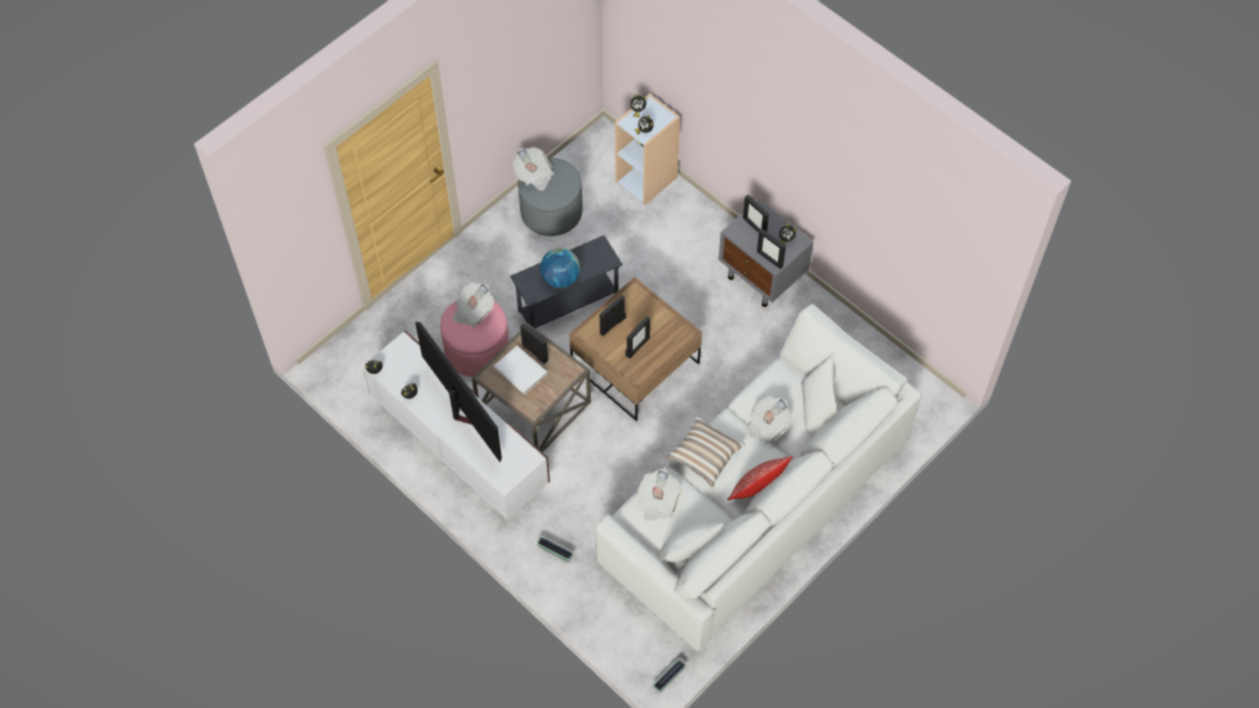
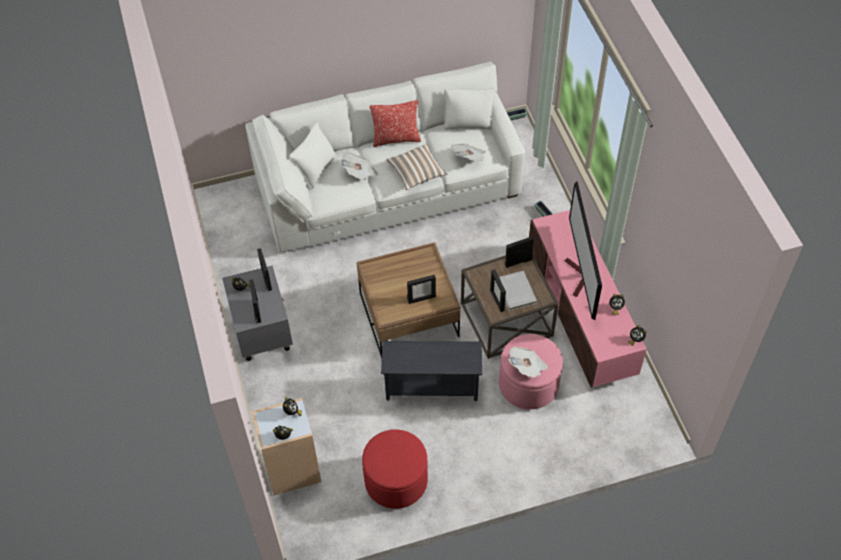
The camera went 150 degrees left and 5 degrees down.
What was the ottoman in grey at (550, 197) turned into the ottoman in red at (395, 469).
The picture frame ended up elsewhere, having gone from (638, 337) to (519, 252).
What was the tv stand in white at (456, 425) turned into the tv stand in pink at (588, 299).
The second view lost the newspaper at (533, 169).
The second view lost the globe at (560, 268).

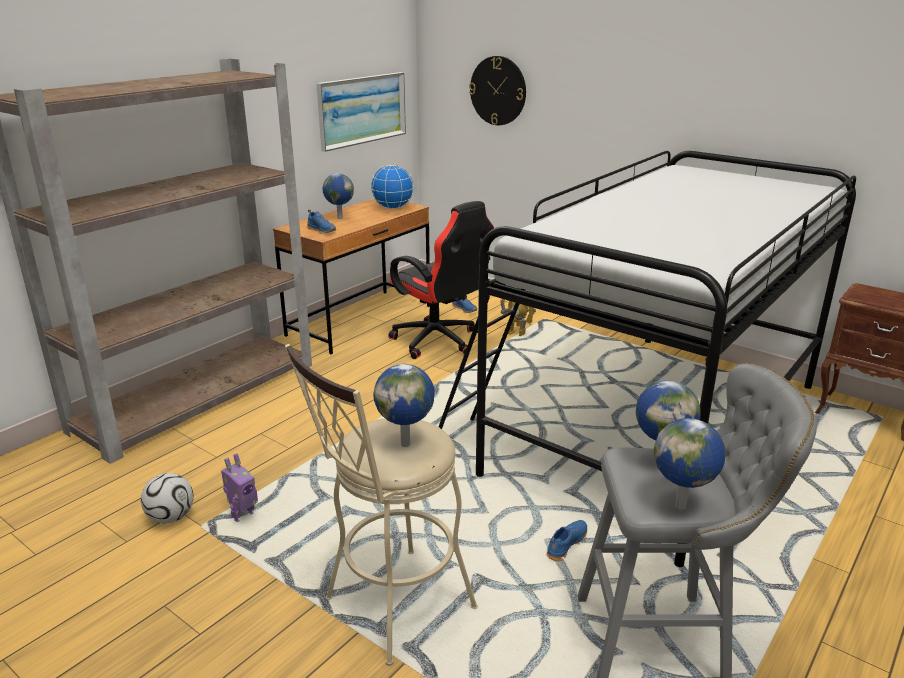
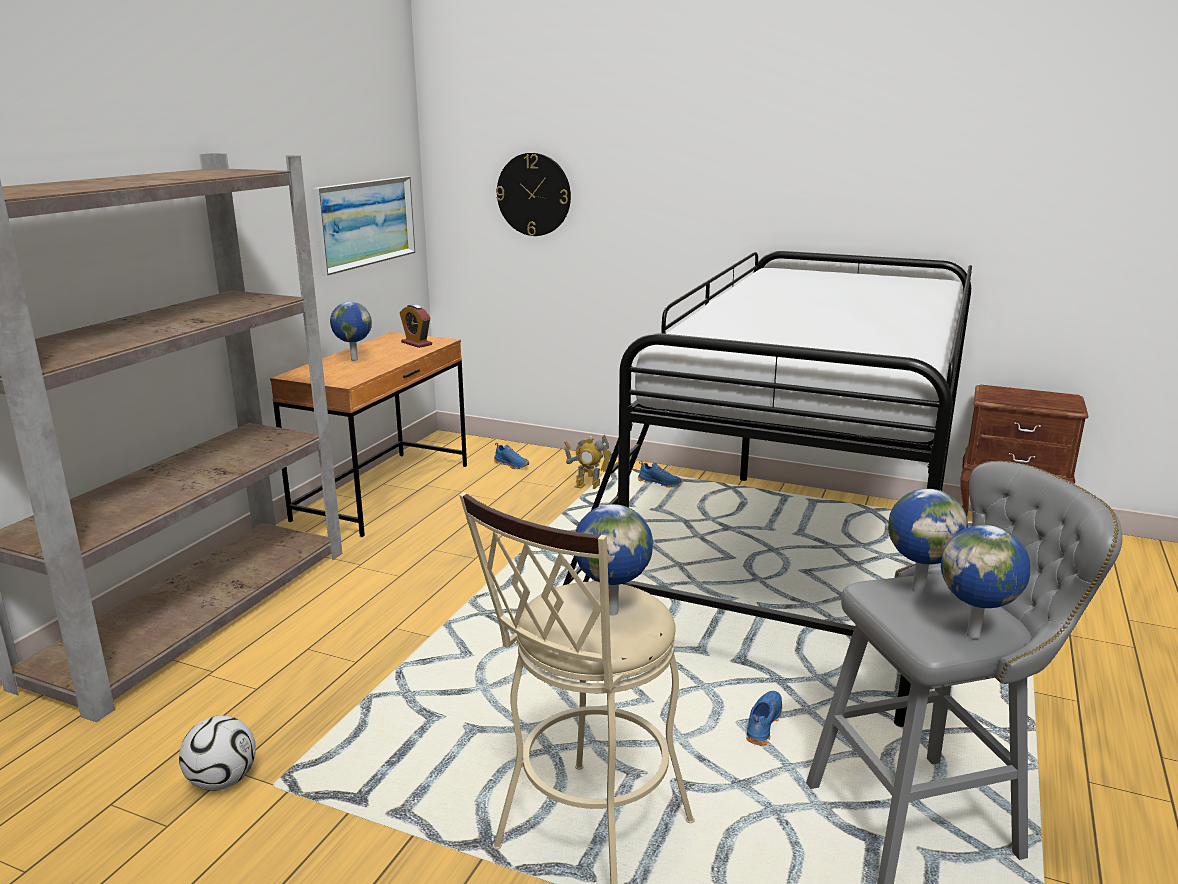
The camera went 15 degrees left and 5 degrees down.
Where the globe stood at (392, 187), the alarm clock came to stand at (416, 326).
The shoe in blue ended up elsewhere, having gone from (321, 222) to (659, 474).
The second view lost the toy robot at (239, 487).
The second view lost the office chair in black at (441, 280).

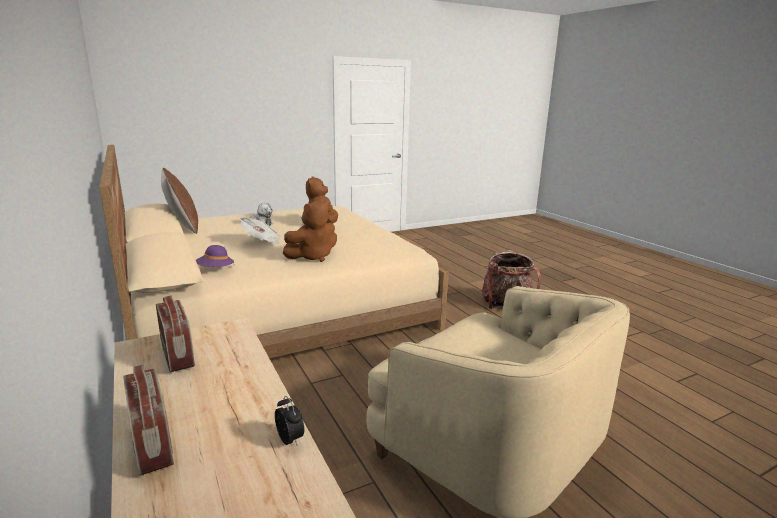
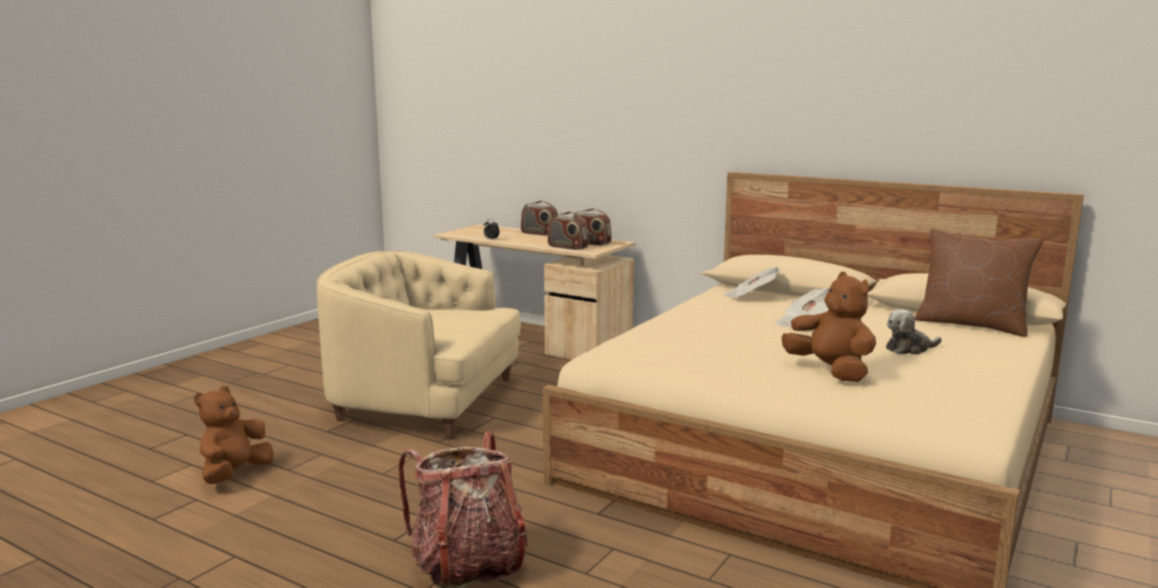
The camera went 150 degrees right and 5 degrees down.
The plush toy in brown ended up elsewhere, having gone from (310, 231) to (234, 435).
The second view gained the radio at (568, 231).
Where the hat in purple stood at (215, 256), the newspaper came to stand at (752, 283).

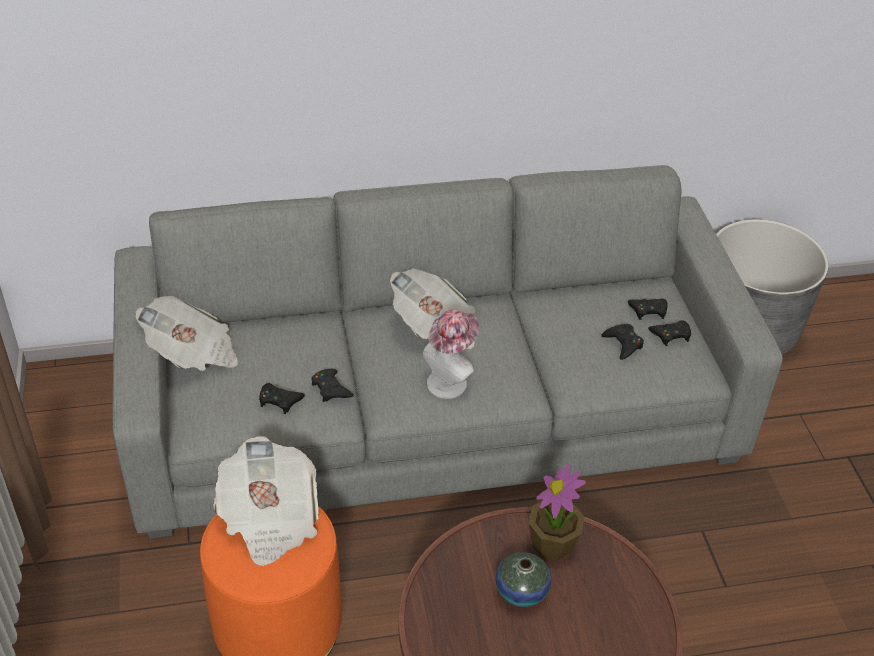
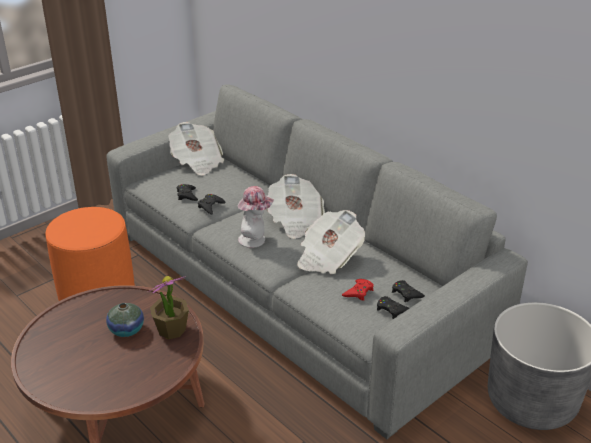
The camera went 60 degrees right and 10 degrees down.
The newspaper ended up elsewhere, having gone from (266, 501) to (331, 242).
What was the game controller in black at (623, 342) turned into the game controller in red at (358, 290).

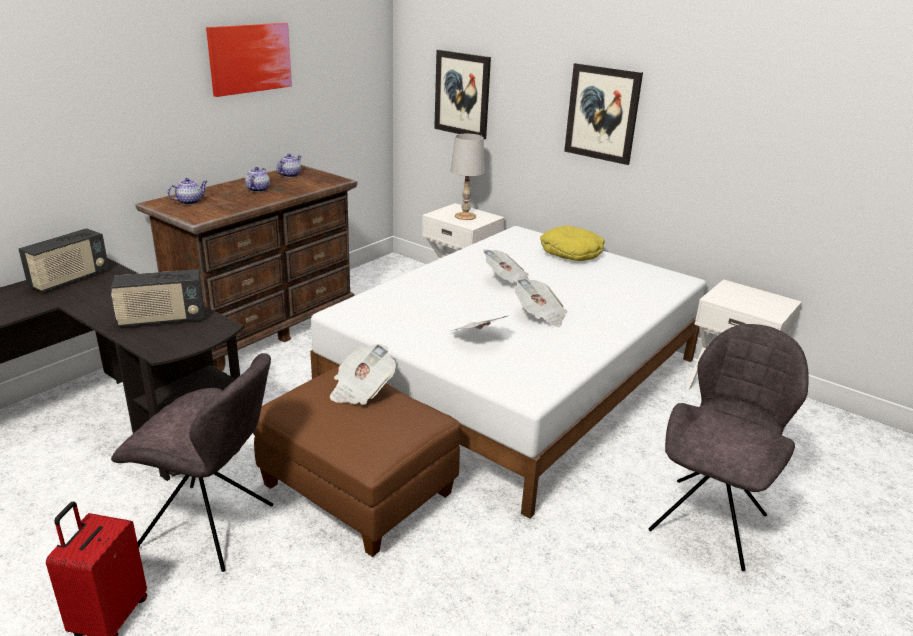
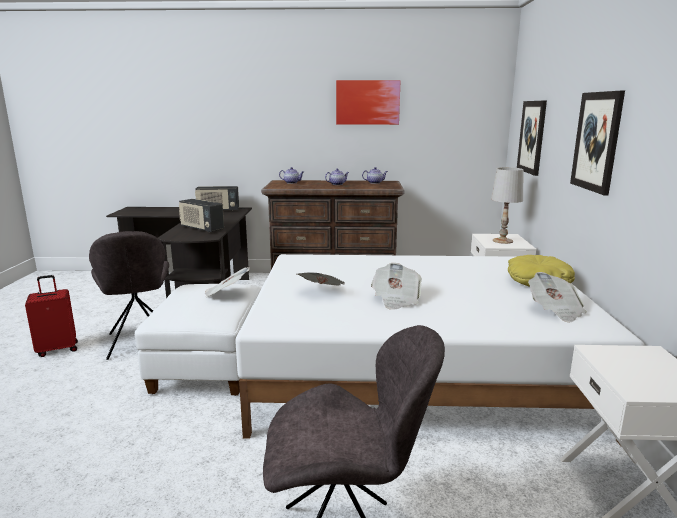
The camera went 55 degrees right and 10 degrees down.
What was the ottoman in brown at (357, 462) turned into the ottoman in white at (198, 340).
The newspaper ended up elsewhere, having gone from (506, 266) to (557, 297).

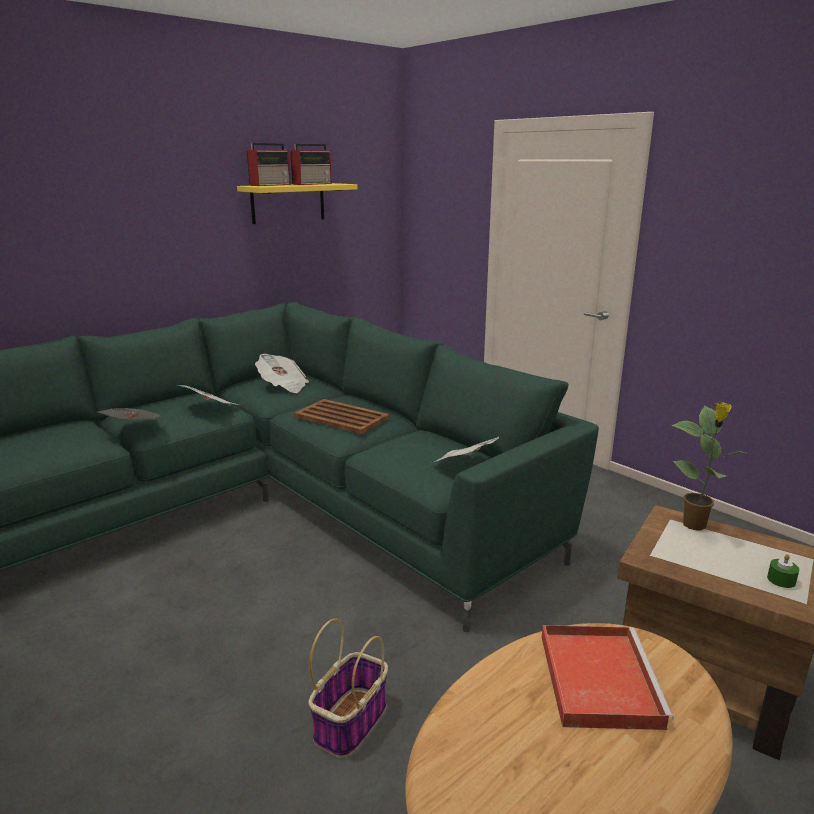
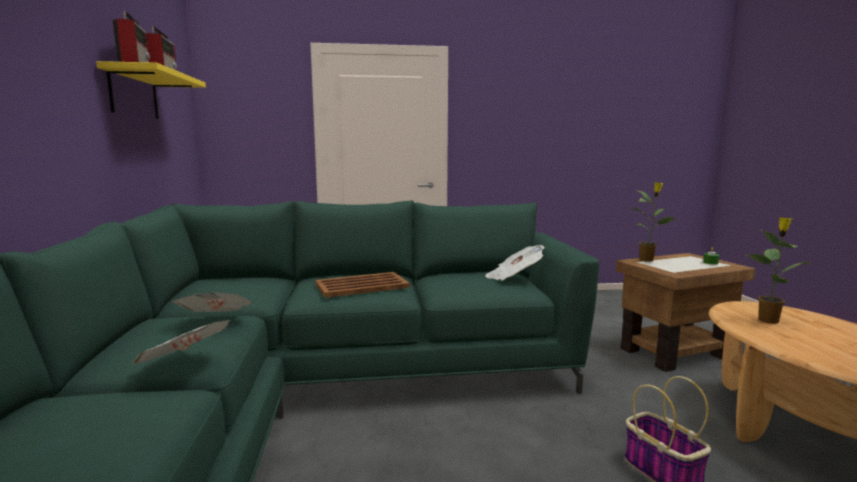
The camera went 55 degrees left and 10 degrees down.
Where the tray in red stood at (608, 677), the potted plant came to stand at (777, 270).
The second view lost the newspaper at (282, 373).

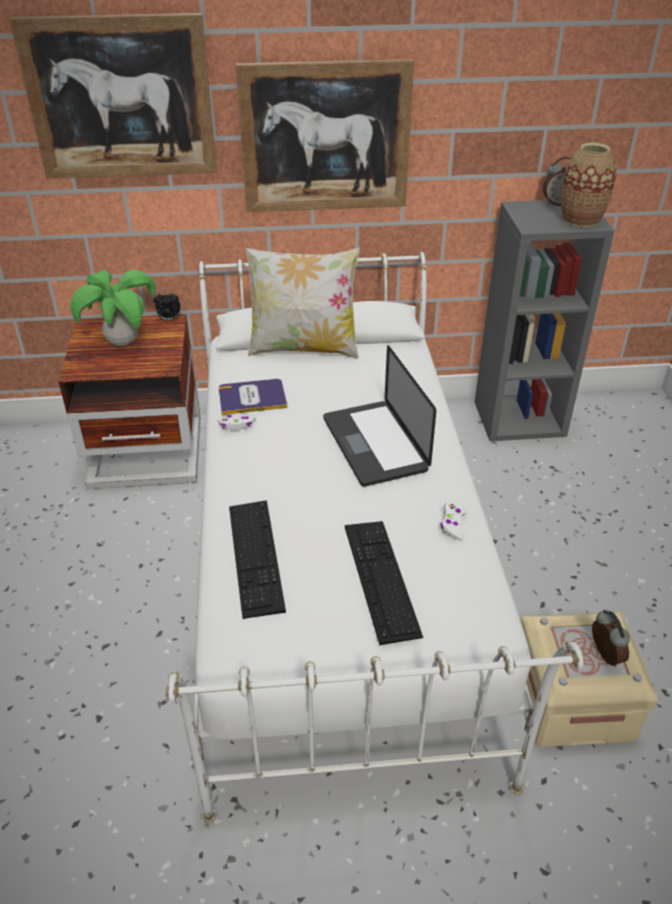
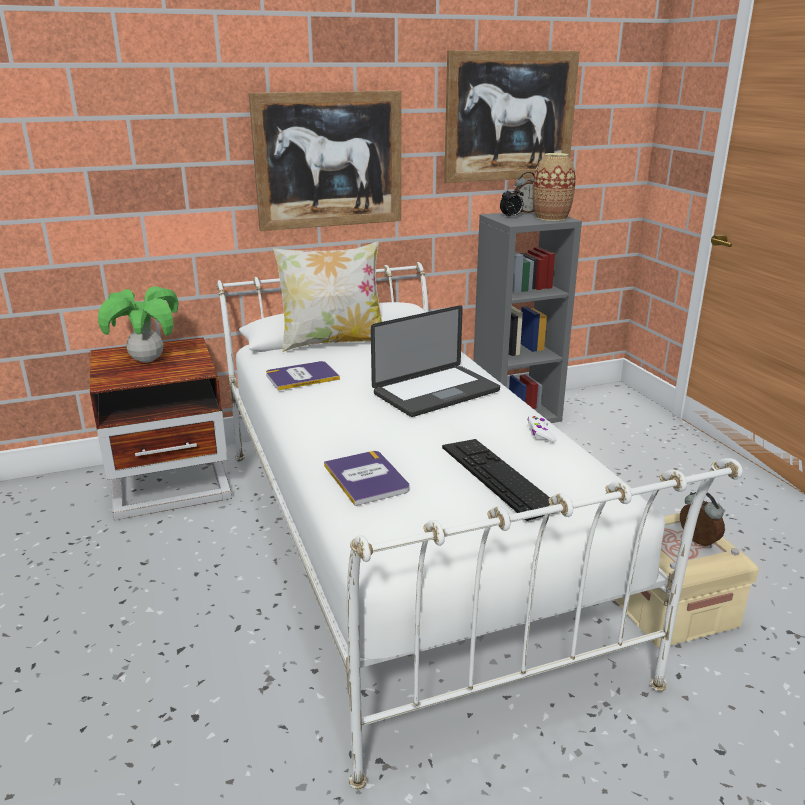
The camera went 15 degrees left and 15 degrees down.
Where the keyboard stood at (257, 559), the book came to stand at (366, 478).
The laptop at (379, 416) ended up facing another way, 90 degrees counterclockwise from before.
The picture ended up elsewhere, having gone from (113, 96) to (512, 116).
The alarm clock ended up elsewhere, having gone from (167, 305) to (512, 202).
The second view lost the game controller in white at (237, 422).

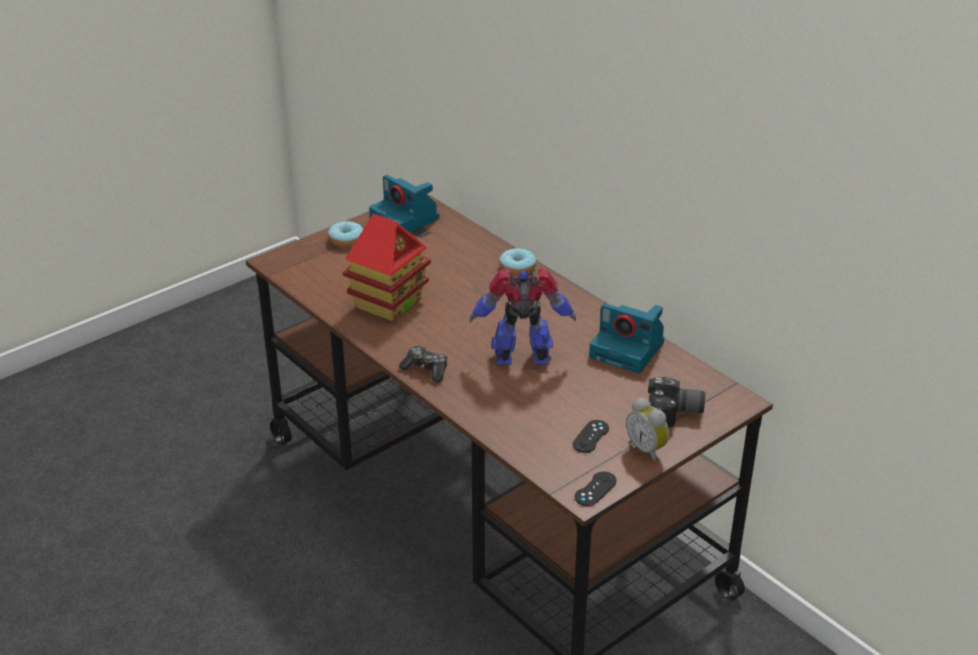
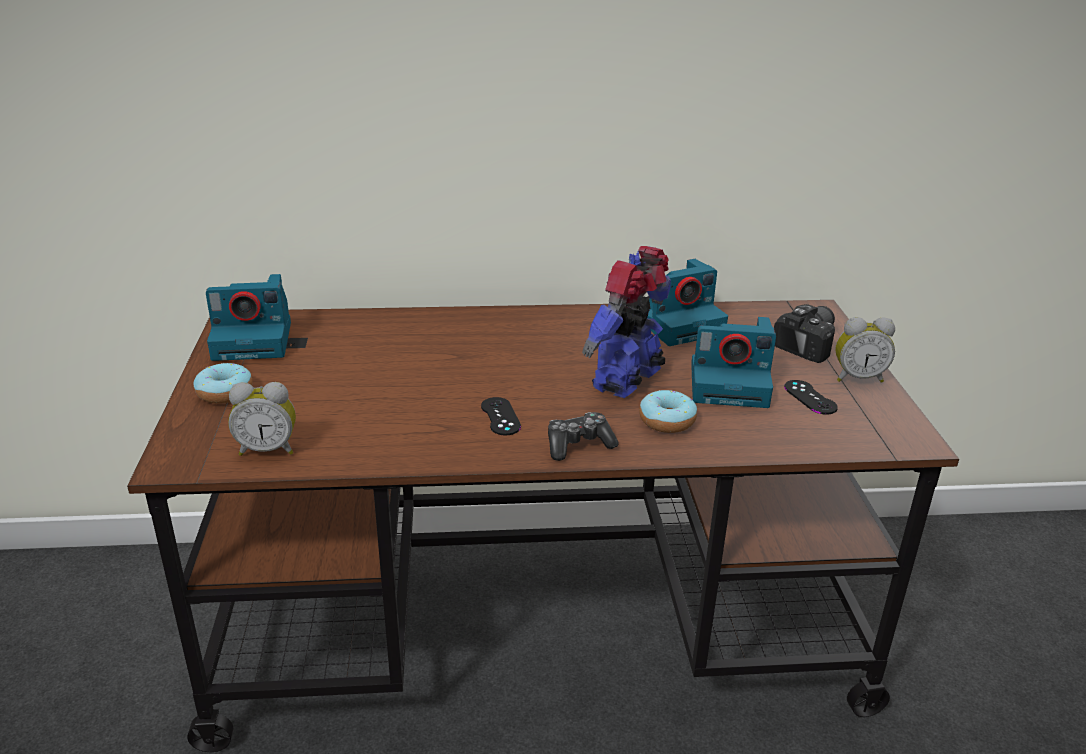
The camera went 55 degrees left and 5 degrees down.
The second view gained the alarm clock at (262, 419).
The game controller in black ended up elsewhere, having gone from (596, 488) to (501, 416).
The donut ended up elsewhere, having gone from (517, 262) to (668, 411).
The second view gained the photo camera at (733, 362).
The second view lost the toy house at (387, 267).

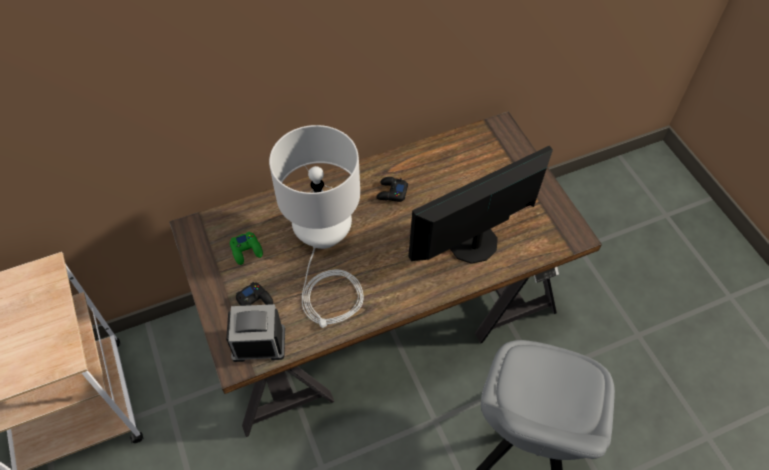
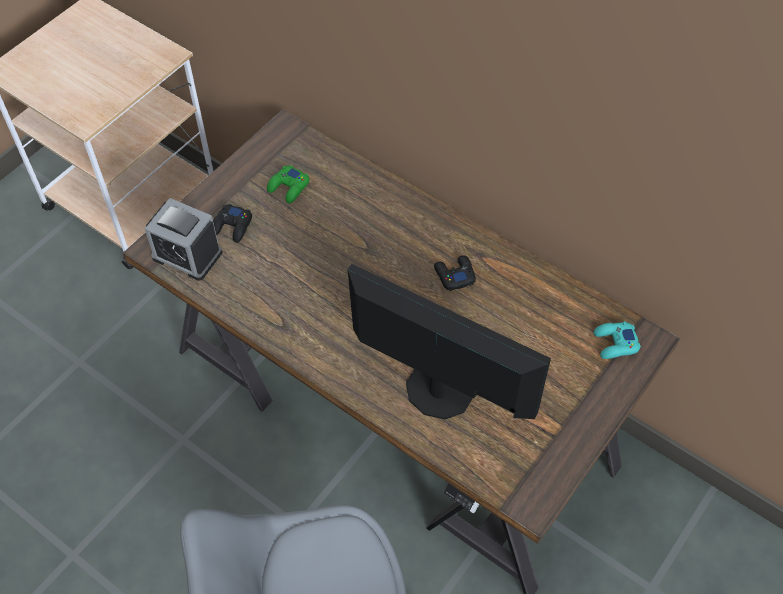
The camera went 60 degrees right and 0 degrees up.
The alarm clock at (255, 333) ended up facing another way, 150 degrees clockwise from before.
The second view gained the game controller in turquoise at (617, 340).
The second view lost the table lamp in white at (316, 226).

